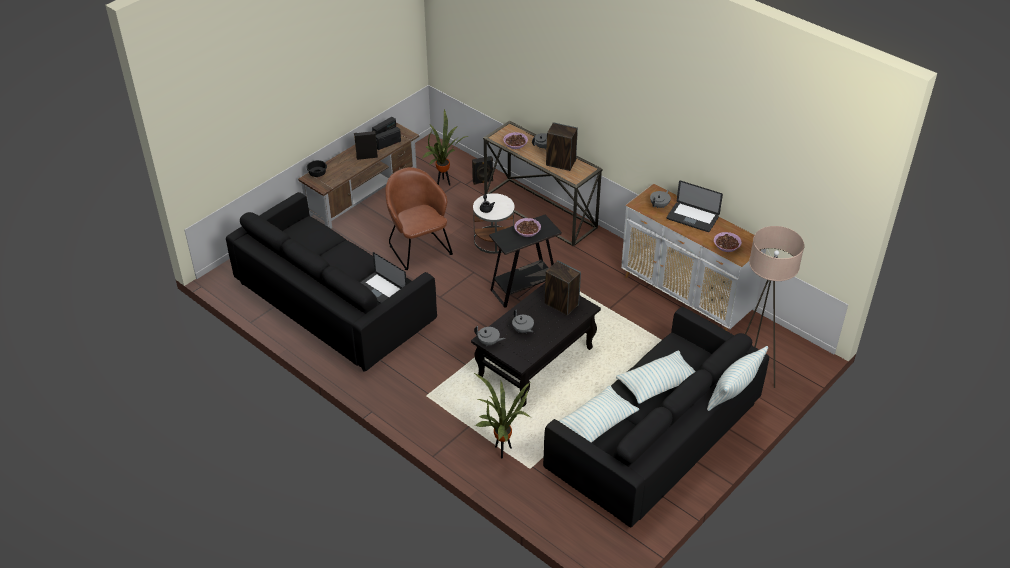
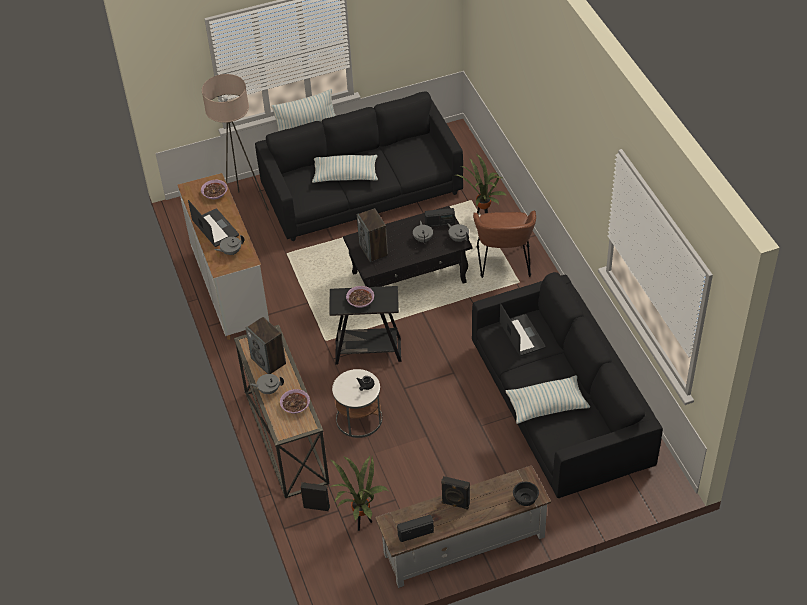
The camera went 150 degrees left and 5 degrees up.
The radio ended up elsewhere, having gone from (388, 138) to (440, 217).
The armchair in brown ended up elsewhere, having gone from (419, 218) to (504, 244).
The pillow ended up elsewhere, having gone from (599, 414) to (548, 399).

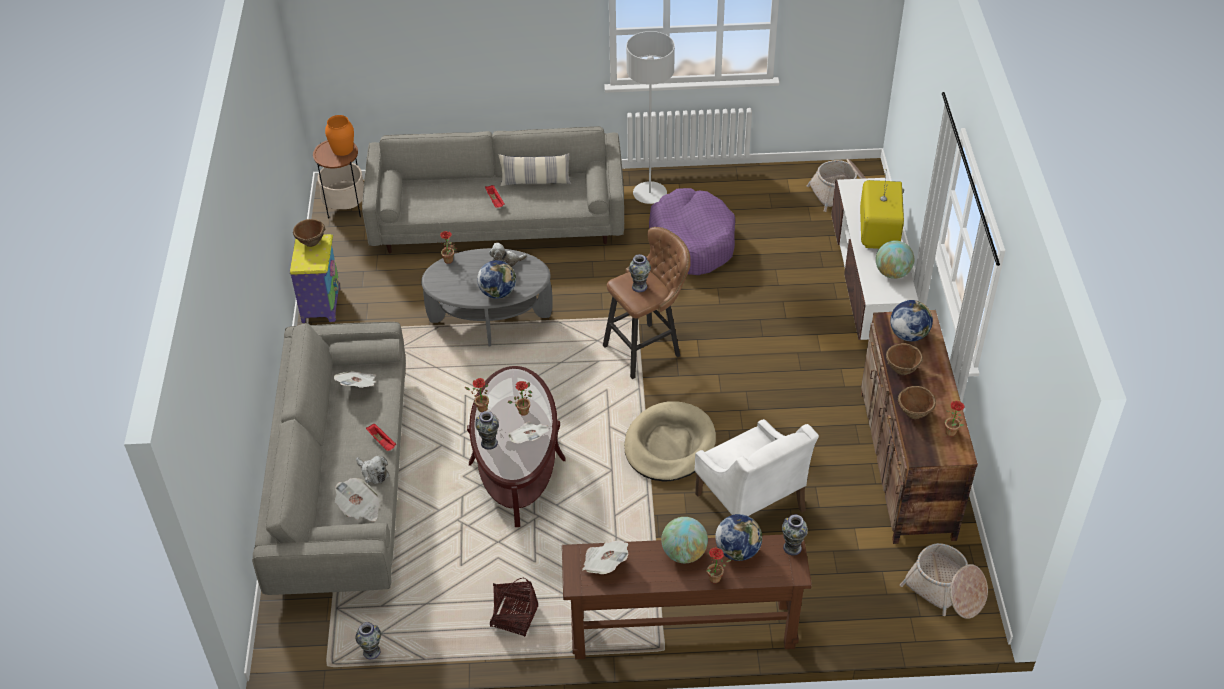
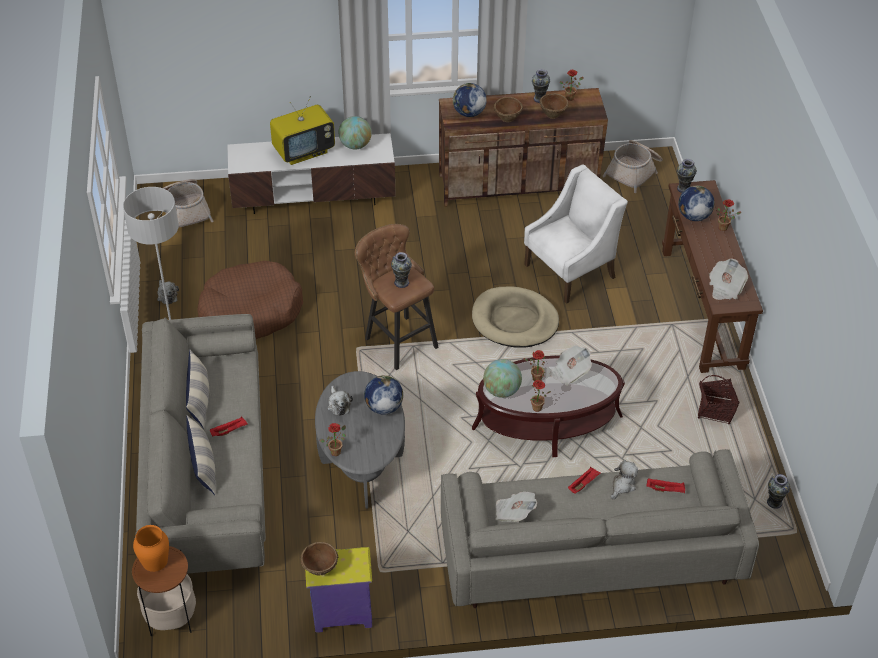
The camera went 95 degrees left and 0 degrees up.
The second view gained the plush toy at (168, 292).
The second view gained the pillow at (201, 455).
What was the dog bed in purple at (692, 231) turned into the dog bed in brown at (250, 300).
The television at (882, 209) ended up facing another way, 150 degrees clockwise from before.
The globe ended up elsewhere, having gone from (684, 540) to (502, 378).
The vase ended up elsewhere, having gone from (487, 430) to (541, 86).
Where the newspaper stood at (358, 499), the tray in red came to stand at (665, 486).

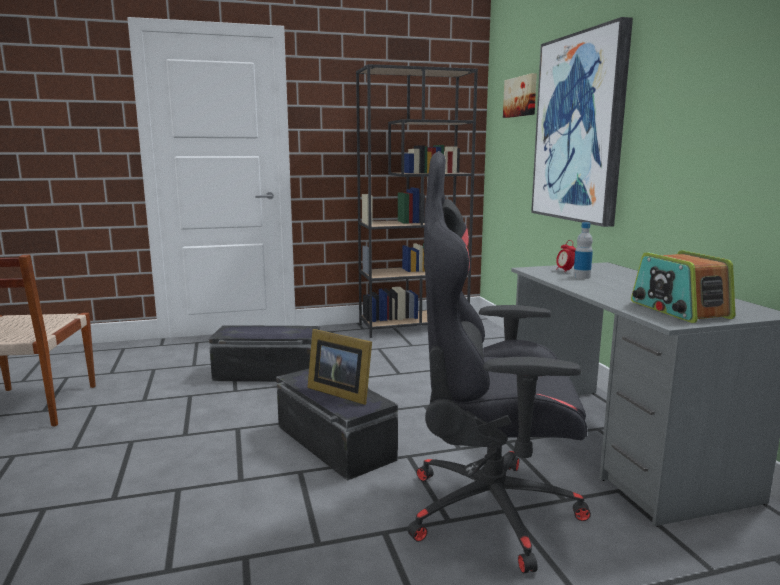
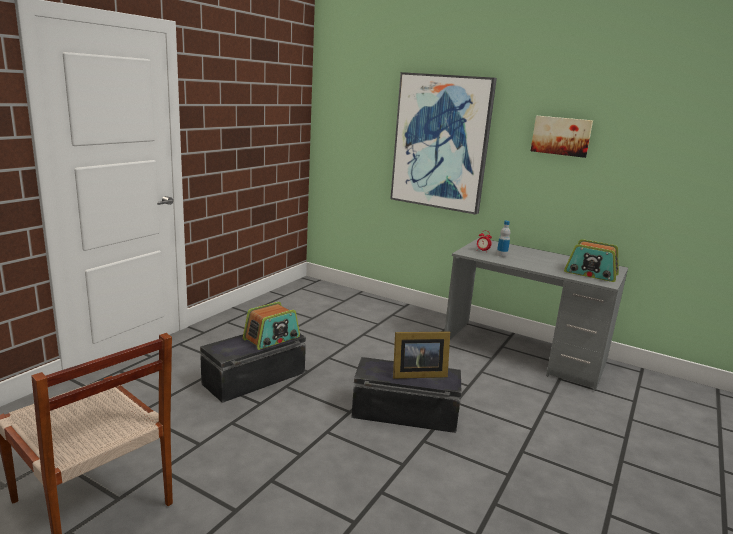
The camera went 45 degrees left and 5 degrees up.
The second view gained the radio at (271, 326).
The picture ended up elsewhere, having gone from (520, 95) to (562, 137).
The second view lost the bookcase at (417, 201).
The second view lost the office chair in black at (499, 362).

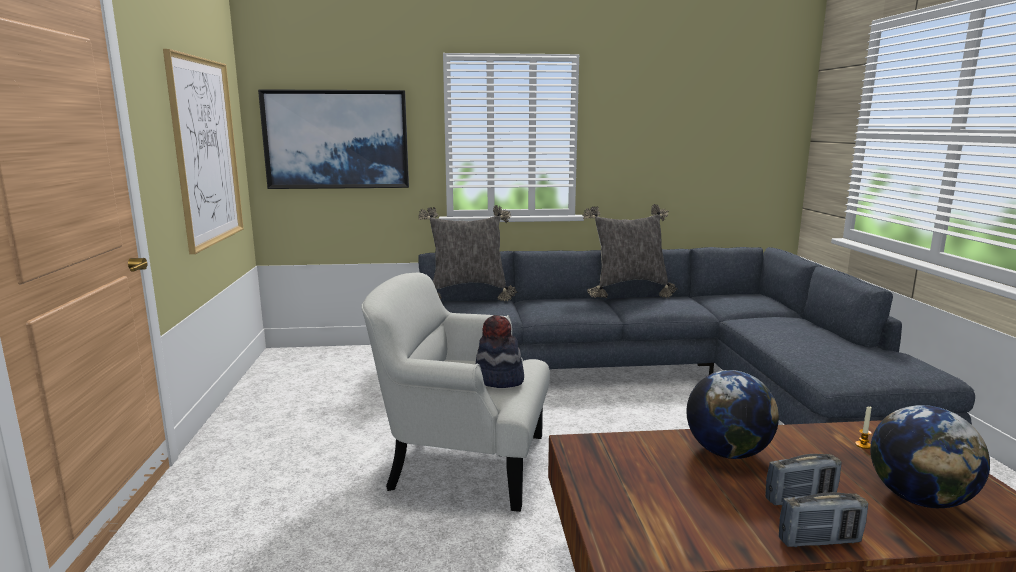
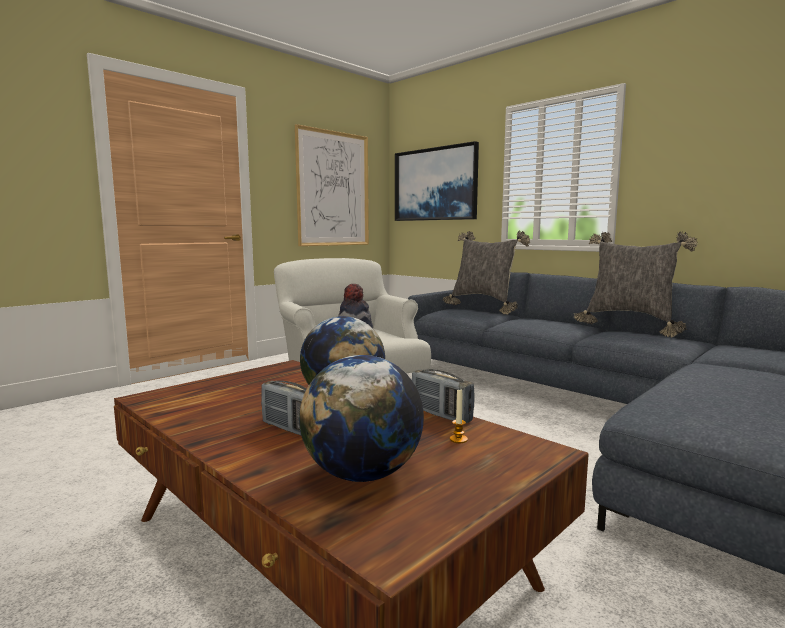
The camera went 50 degrees right and 5 degrees down.
The radio ended up elsewhere, having gone from (823, 519) to (443, 396).

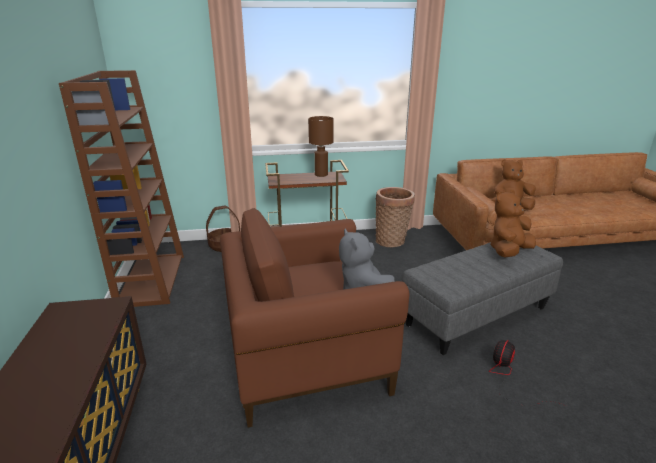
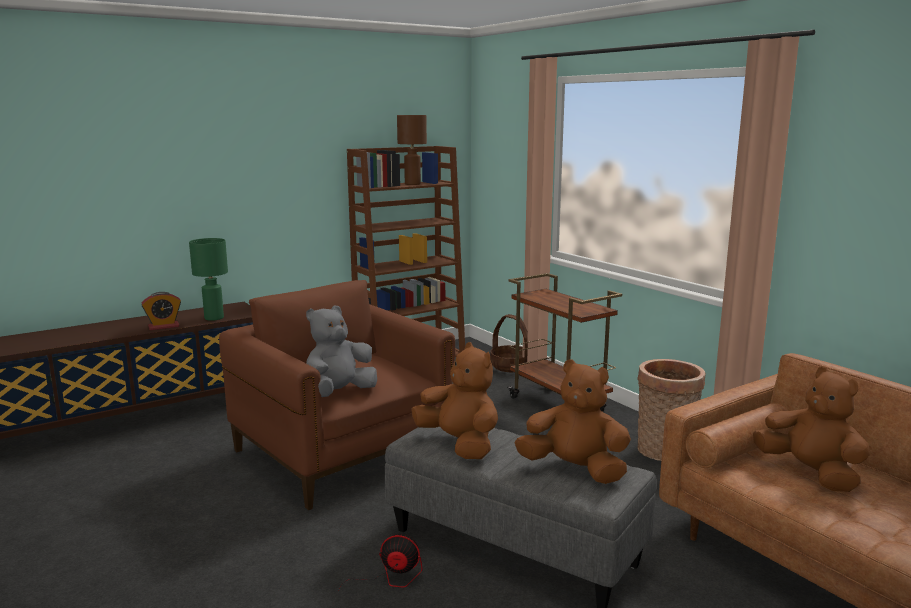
The camera went 65 degrees right and 10 degrees down.
The second view gained the alarm clock at (161, 311).
The second view gained the table lamp in green at (208, 279).
The table lamp in brown ended up elsewhere, having gone from (321, 146) to (412, 150).
The second view gained the plush toy in brown at (454, 400).

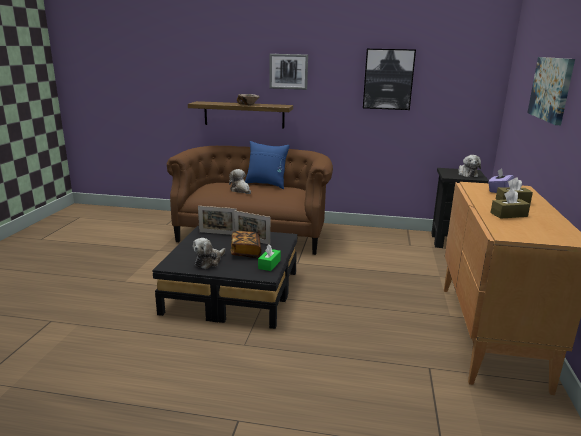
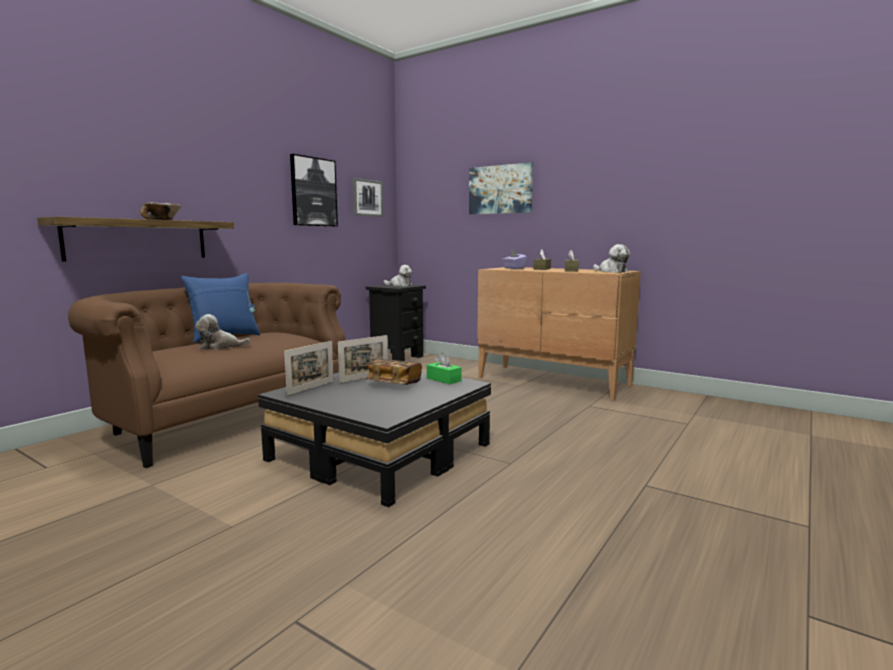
The camera went 65 degrees left and 10 degrees down.
The picture ended up elsewhere, having gone from (288, 72) to (367, 197).
The plush toy ended up elsewhere, having gone from (209, 253) to (611, 258).

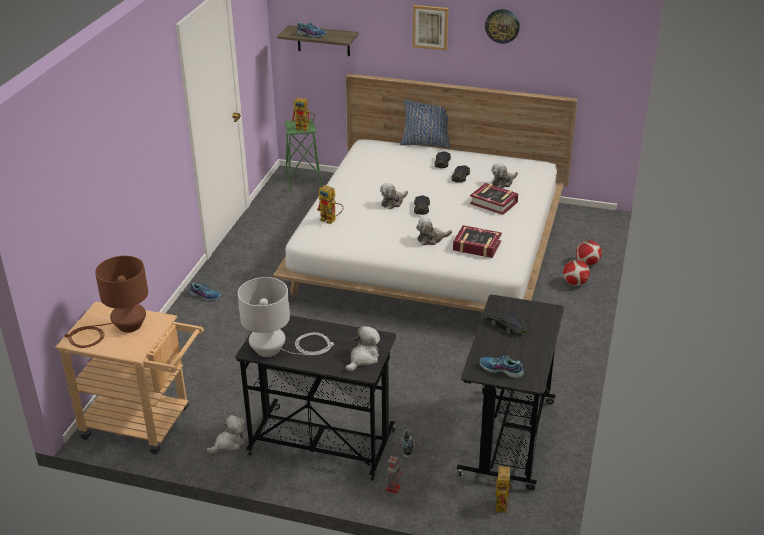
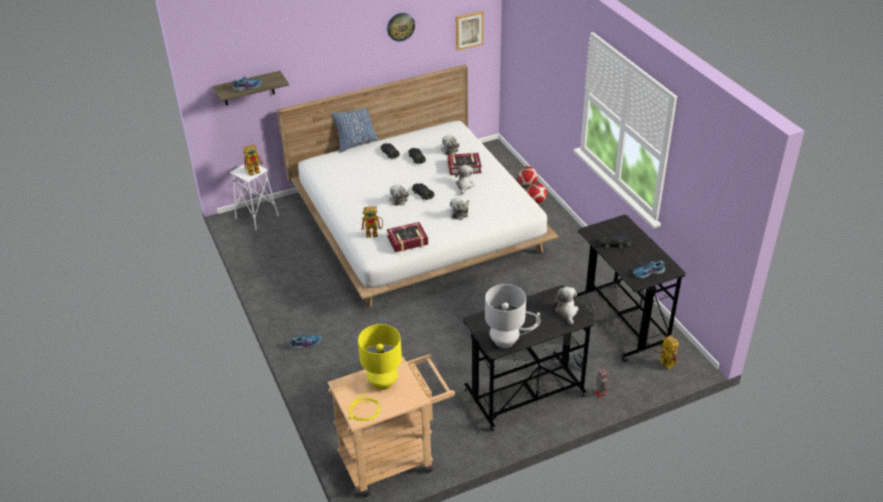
The camera went 40 degrees left and 5 degrees up.
What was the stool in green at (303, 155) turned into the stool in white at (254, 197).
What was the table lamp in brown at (106, 302) turned into the table lamp in yellow at (375, 372).
The book ended up elsewhere, having gone from (477, 241) to (407, 237).
The plush toy ended up elsewhere, having gone from (225, 434) to (464, 179).
The picture ended up elsewhere, having gone from (430, 27) to (470, 31).

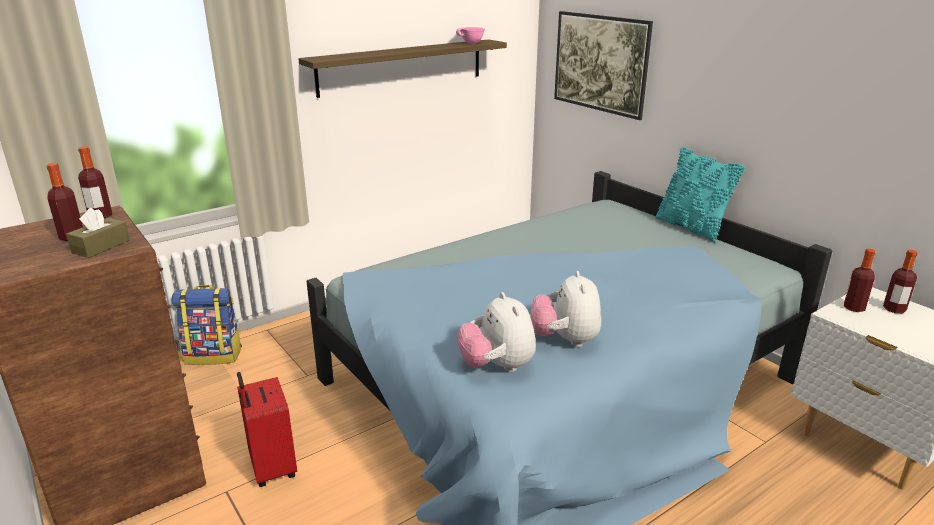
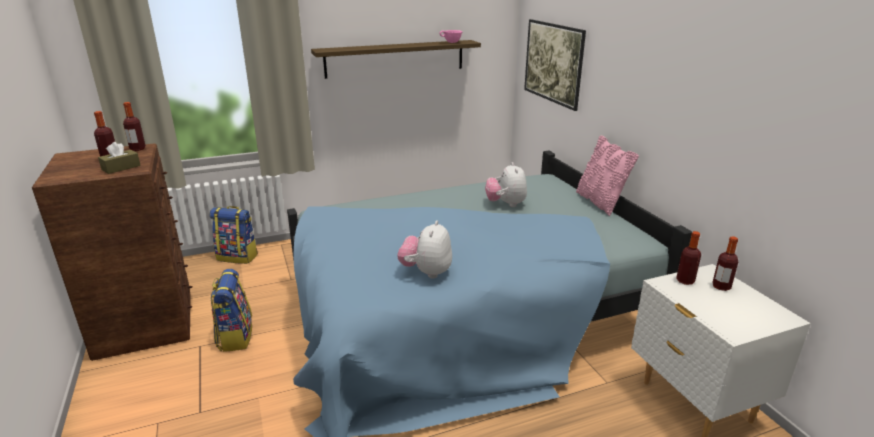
The camera went 15 degrees right and 0 degrees up.
Where the suitcase in red stood at (267, 429), the backpack came to stand at (231, 310).
The plush toy ended up elsewhere, having gone from (497, 332) to (506, 184).
What was the pillow in turquoise at (700, 195) turned into the pillow in pink at (607, 176).

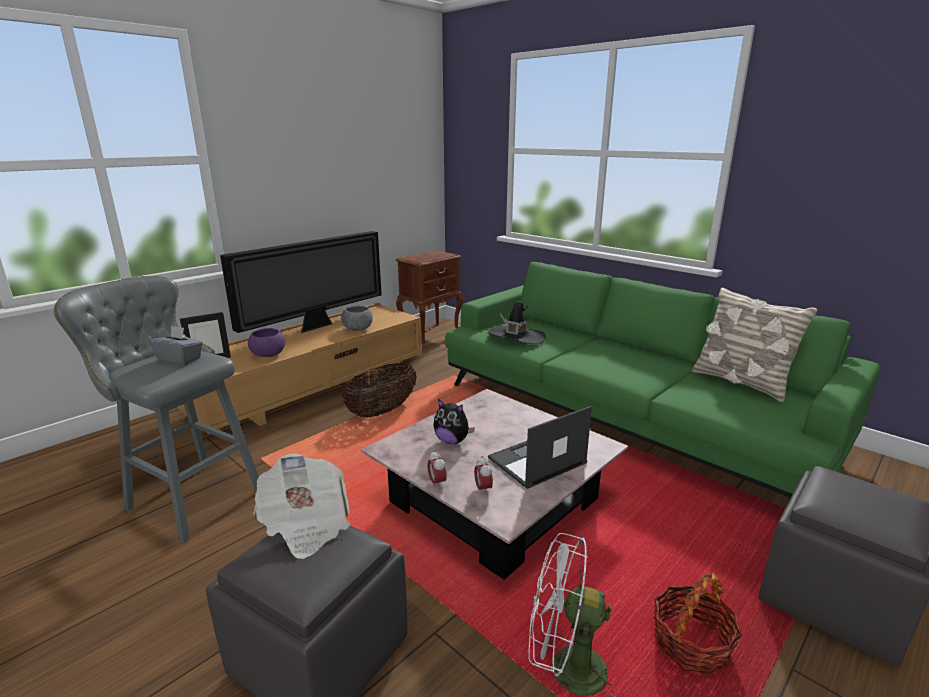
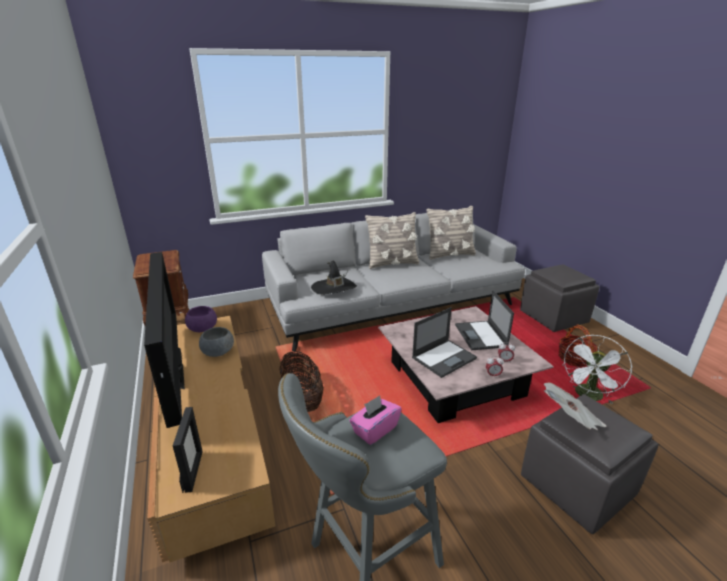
The camera went 65 degrees left and 5 degrees up.
The bowl in purple ended up elsewhere, having gone from (267, 342) to (201, 319).
What was the sofa in green at (663, 380) turned into the sofa in grey at (393, 282).
What was the tissue box in grey at (176, 345) turned into the tissue box in pink at (375, 420).
The second view gained the pillow in beige at (392, 240).
Where the plush toy stood at (454, 421), the laptop came to stand at (444, 342).

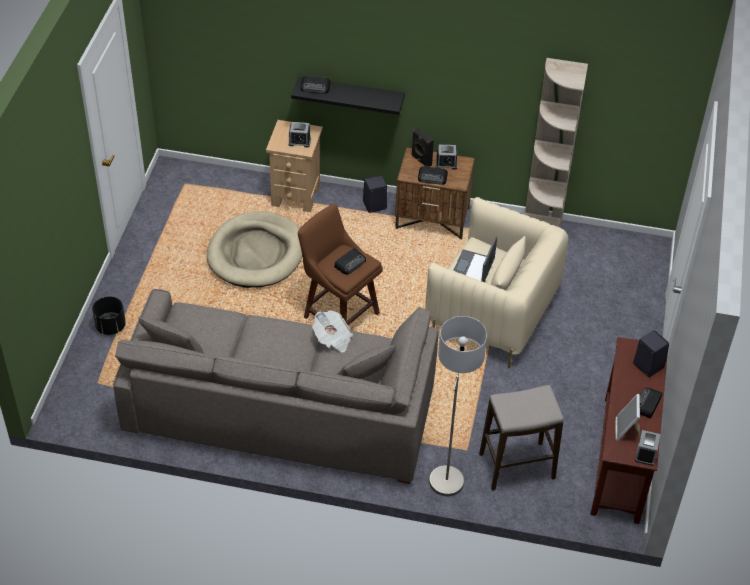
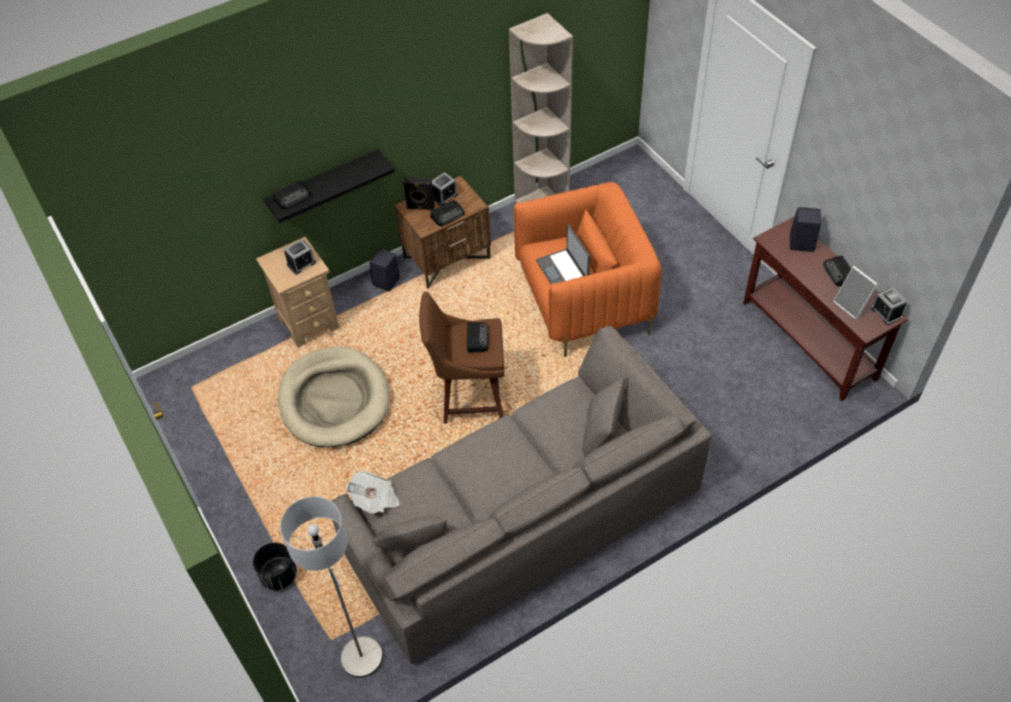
The camera went 40 degrees left and 5 degrees up.
The floor lamp in grey ended up elsewhere, having gone from (458, 406) to (331, 587).
The newspaper ended up elsewhere, having gone from (332, 331) to (372, 492).
What was the armchair in beige at (496, 282) turned into the armchair in orange at (588, 269).
The second view lost the stool at (521, 438).

